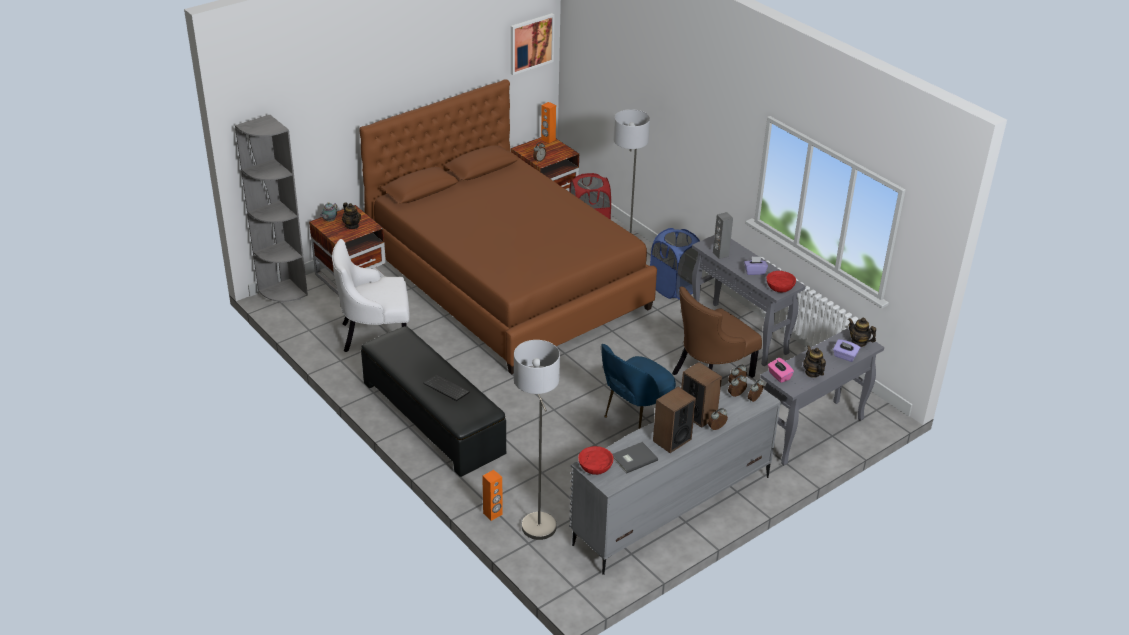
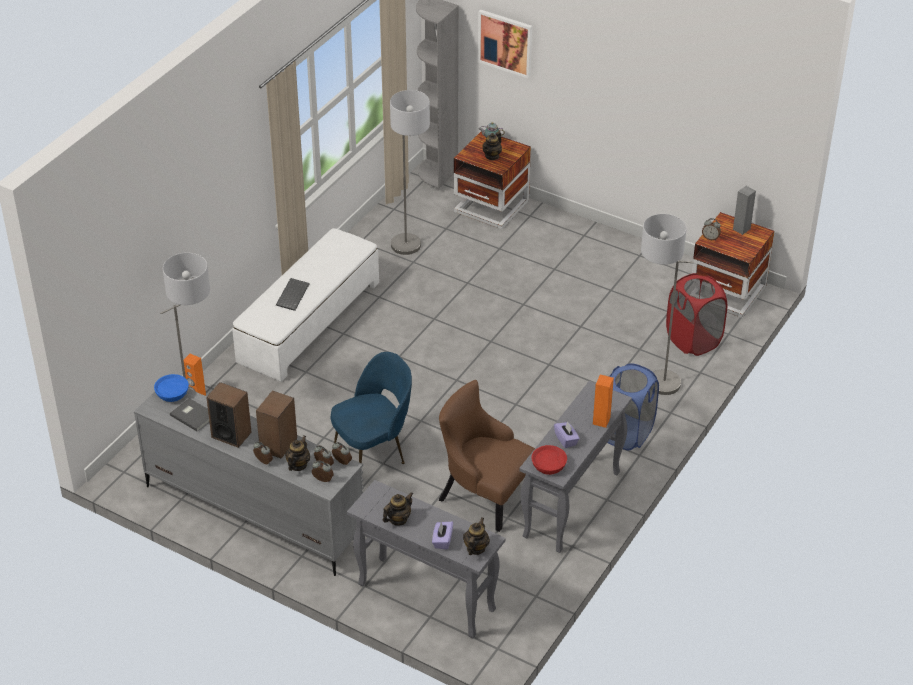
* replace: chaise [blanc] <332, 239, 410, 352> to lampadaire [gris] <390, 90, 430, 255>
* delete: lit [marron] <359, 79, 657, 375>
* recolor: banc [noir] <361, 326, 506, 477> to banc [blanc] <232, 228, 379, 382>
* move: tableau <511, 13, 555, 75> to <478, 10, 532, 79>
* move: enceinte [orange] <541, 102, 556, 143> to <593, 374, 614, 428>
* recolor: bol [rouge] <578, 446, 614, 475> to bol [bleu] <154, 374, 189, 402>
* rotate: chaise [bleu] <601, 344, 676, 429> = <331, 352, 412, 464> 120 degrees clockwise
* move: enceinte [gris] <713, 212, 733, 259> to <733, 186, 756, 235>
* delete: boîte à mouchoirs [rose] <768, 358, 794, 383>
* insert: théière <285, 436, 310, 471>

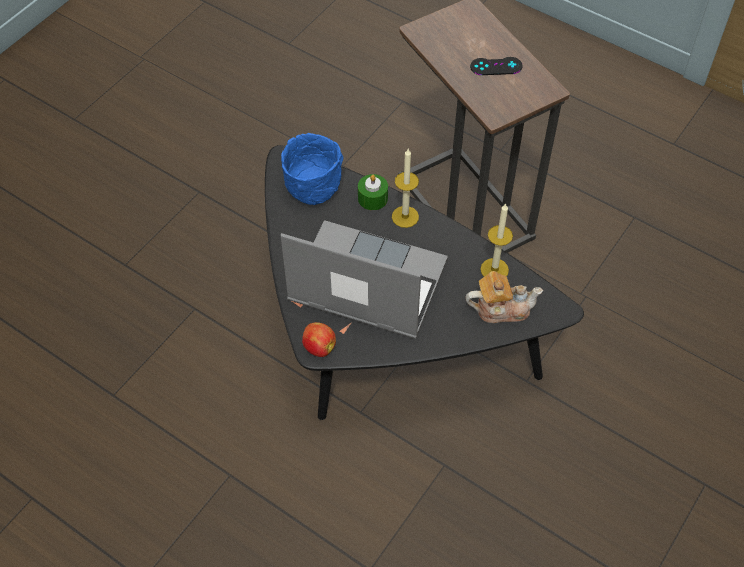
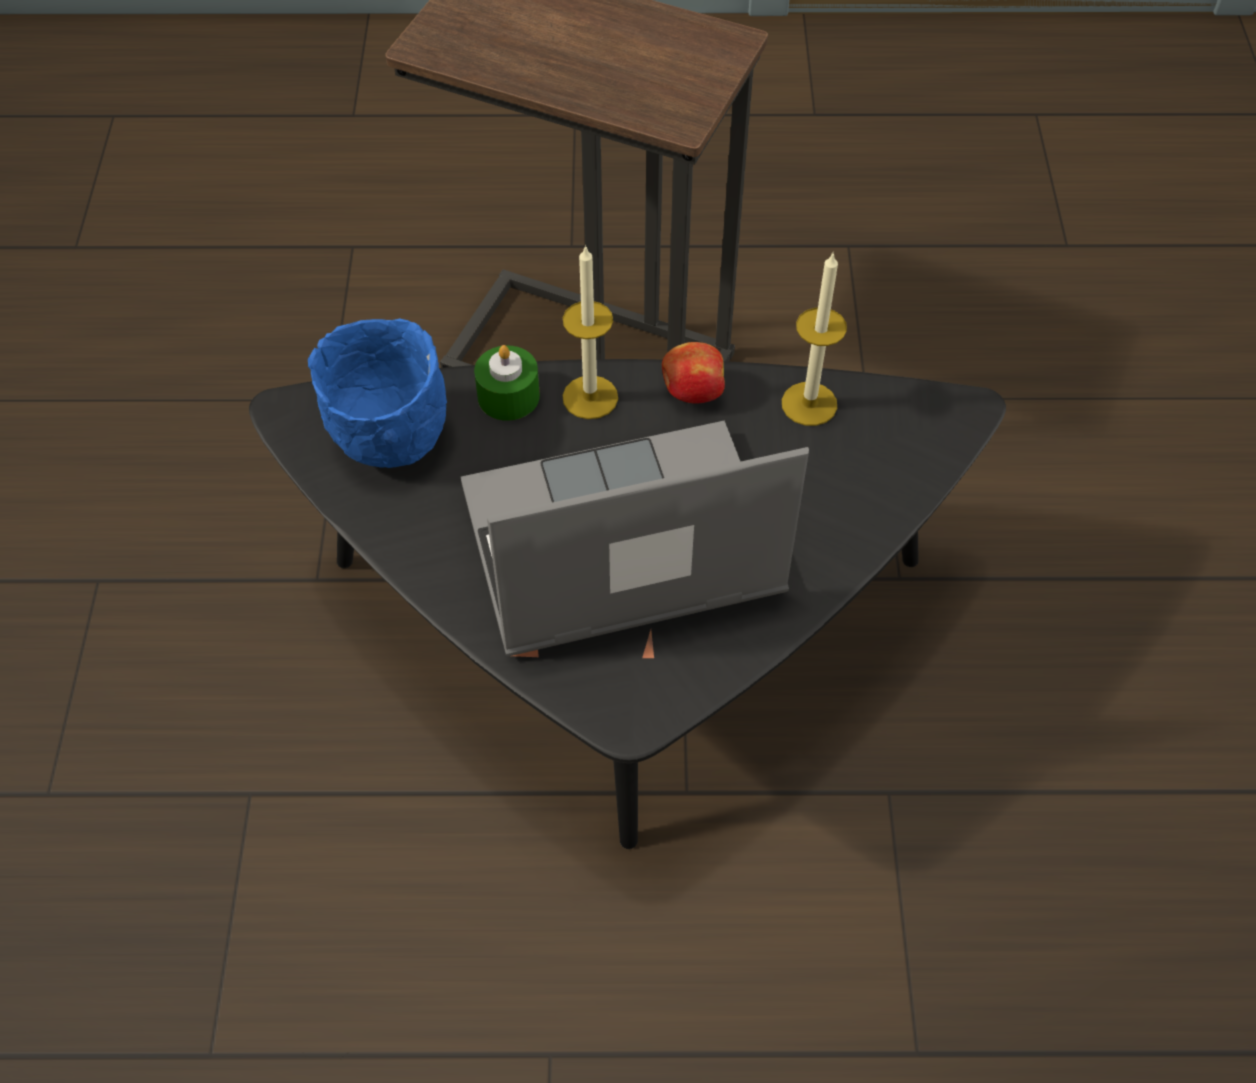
* move: pomme <302, 322, 336, 357> to <662, 342, 725, 404>
* delete: théière <466, 271, 543, 323>
* delete: manette [noir] <470, 57, 523, 75>

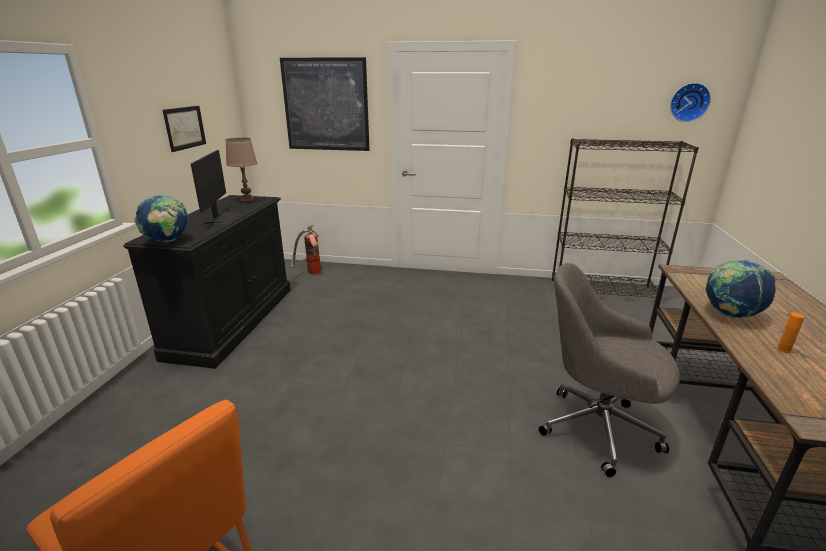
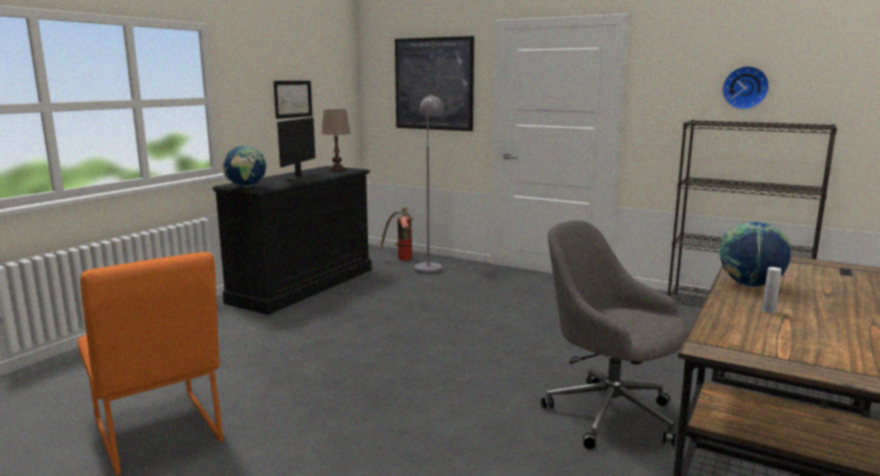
* move: horloge murale <670, 83, 711, 122> to <722, 66, 769, 110>
* recolor: bouteille [orange] <777, 313, 805, 353> to bouteille [blanc] <762, 267, 782, 314>
* insert: lampadaire [gris] <414, 94, 444, 274>

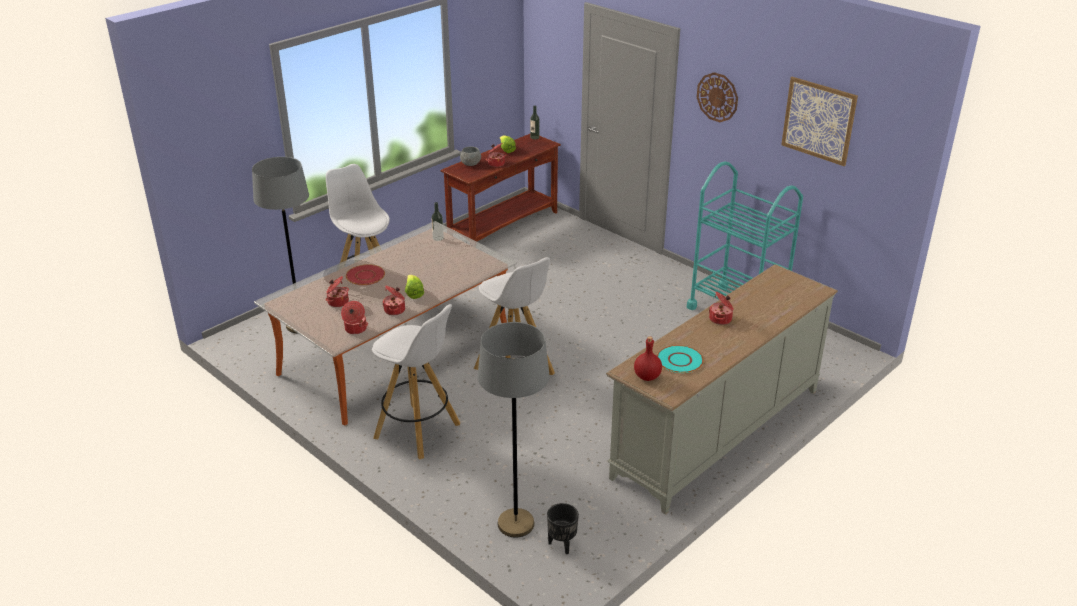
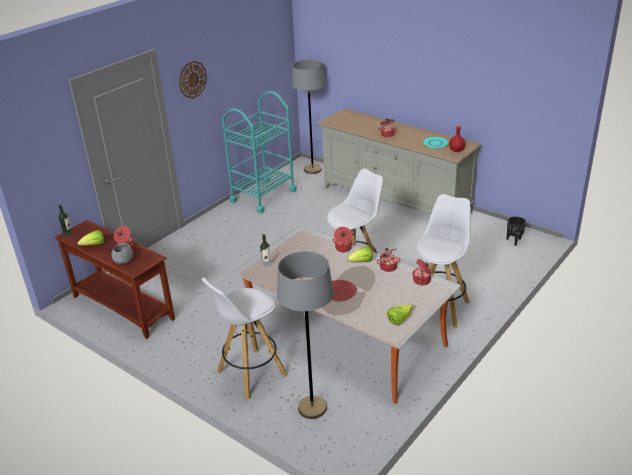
* move: marmite <326, 276, 349, 307> to <332, 227, 354, 252>
* move: lampadaire [gris] <478, 322, 550, 538> to <292, 59, 325, 174>
* delete: tableau <781, 77, 858, 166>
* insert: laitue <387, 304, 413, 325>

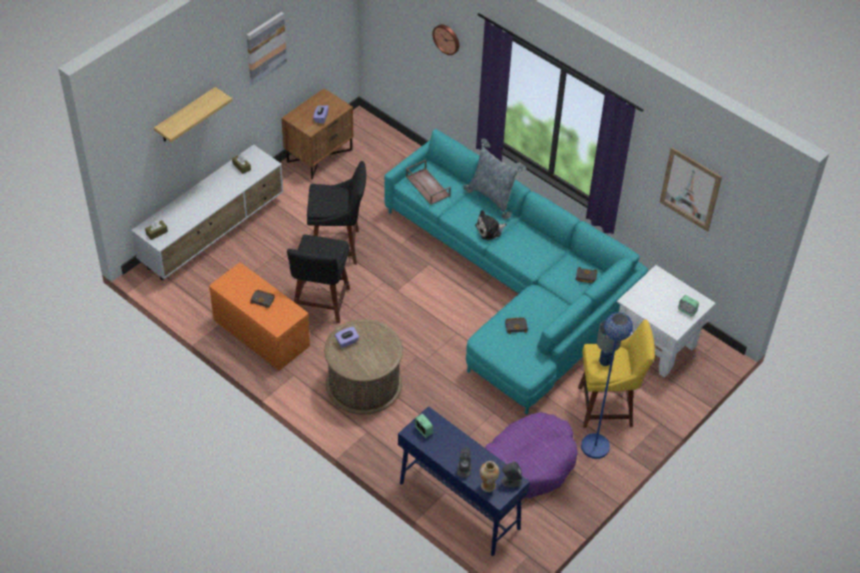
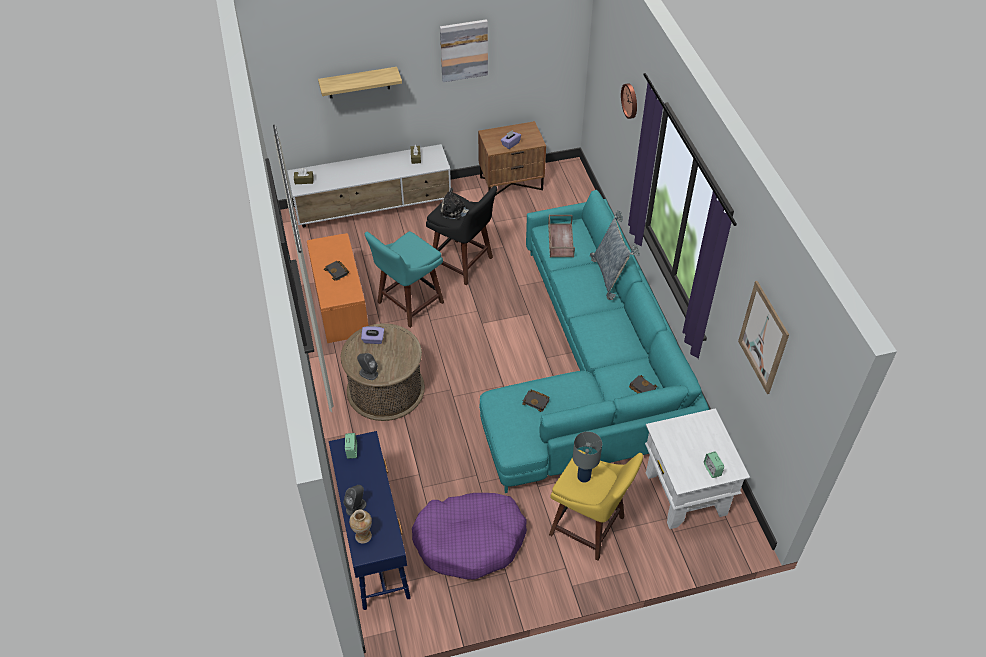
* recolor: tabouret [noir] <287, 235, 350, 323> to tabouret [turquoise] <365, 231, 444, 328>
* move: peluche <475, 210, 507, 240> to <440, 188, 469, 219>
* move: enceinte [gris] <502, 462, 522, 488> to <357, 353, 378, 380>
* delete: lampadaire [bleu] <581, 312, 633, 459>

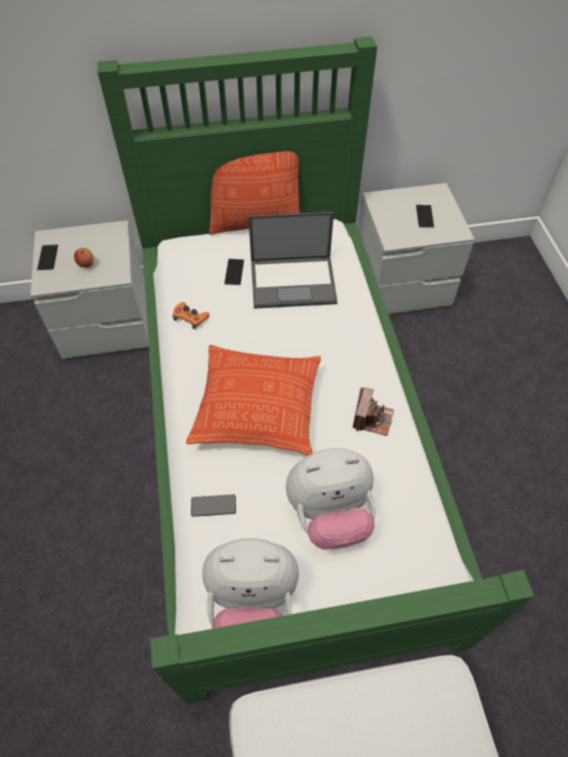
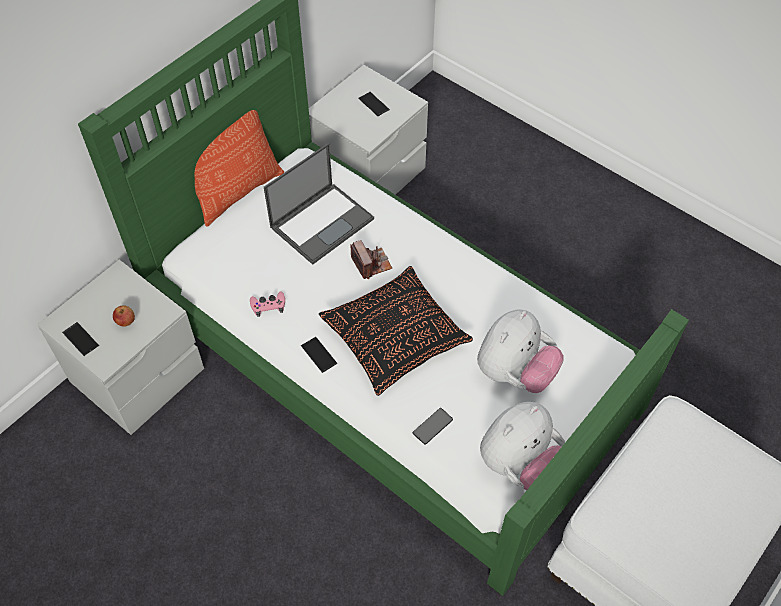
* recolor: manette [orange] <173, 302, 209, 329> to manette [rose] <250, 291, 285, 317>
* recolor: coussin [orange] <186, 345, 321, 456> to coussin [noir] <319, 266, 473, 396>
* move: téléphone <224, 259, 244, 285> to <301, 337, 337, 373>
* move: appareil photo <353, 387, 394, 436> to <351, 240, 392, 279>

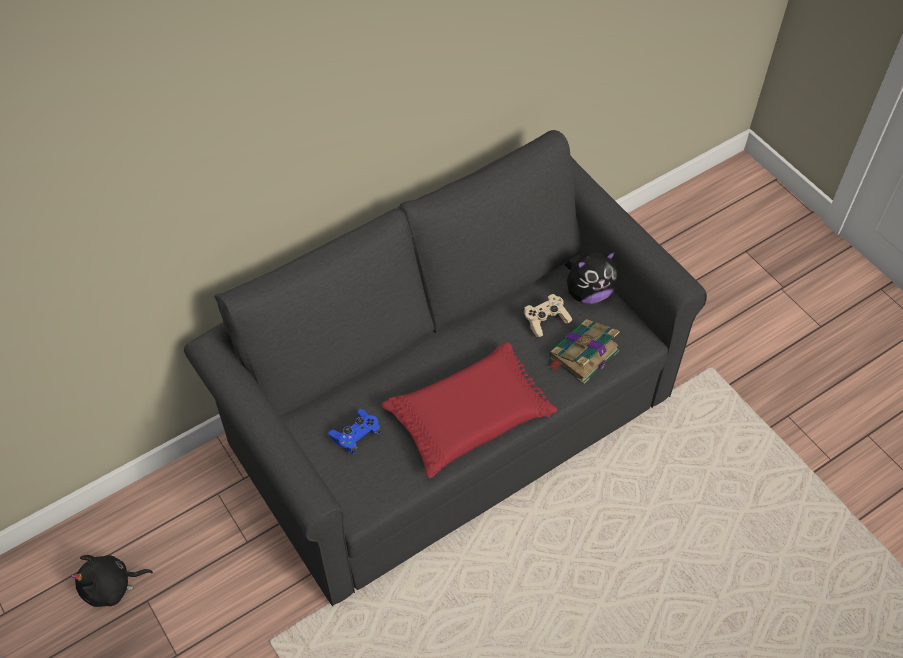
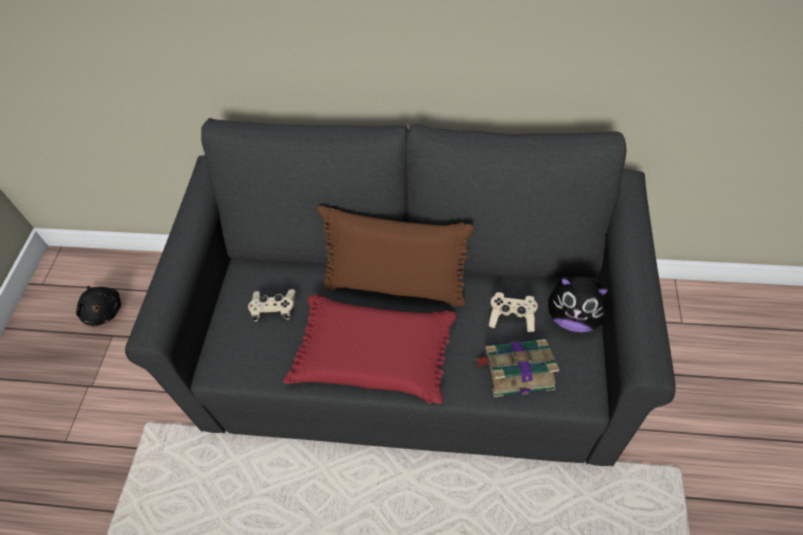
* rotate: peluche [noir] <71, 555, 153, 607> = <76, 286, 121, 326> 150 degrees counterclockwise
* recolor: manette [bleu] <328, 409, 381, 455> to manette [beige] <248, 289, 296, 321>
* insert: coussin [marron] <317, 205, 474, 308>

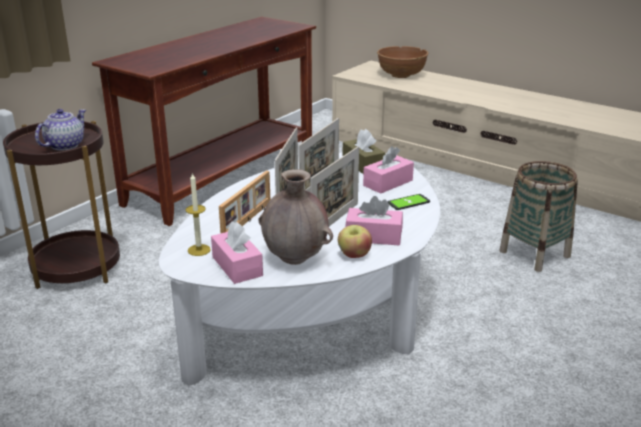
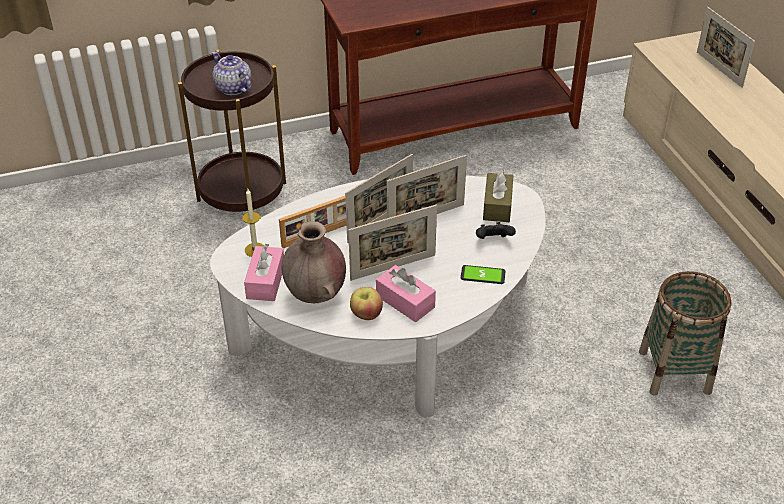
* rotate: théière <35, 109, 86, 150> = <212, 52, 251, 95> 105 degrees counterclockwise
* replace: boîte à mouchoirs [rose] <363, 146, 414, 194> to manette [noir] <476, 222, 516, 239>
* replace: bol [marron] <377, 46, 428, 78> to cadre photo <697, 7, 755, 88>

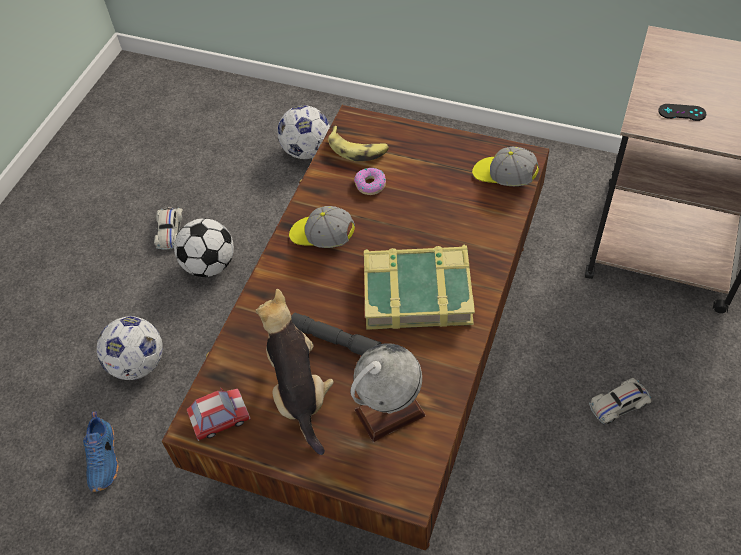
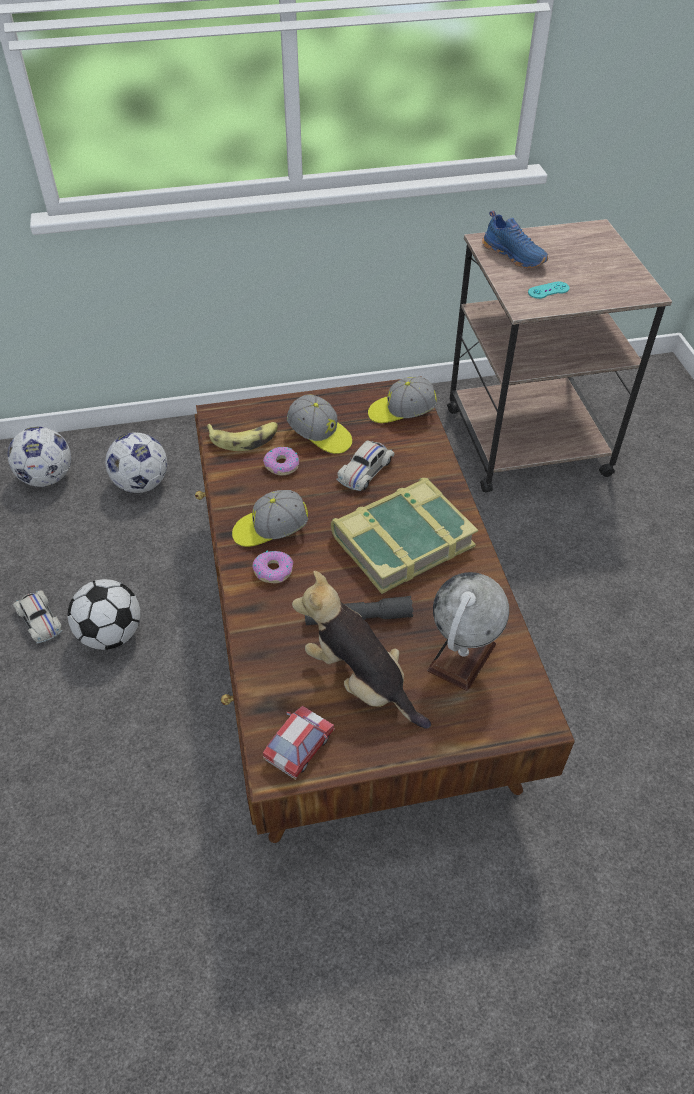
* move: chaussure [bleu] <83, 412, 119, 492> to <482, 210, 548, 268>
* move: ballon de foot <97, 316, 163, 380> to <7, 426, 71, 487>
* move: petite voiture [blanc] <589, 378, 652, 424> to <336, 441, 395, 491>
* recolor: manette [noir] <658, 104, 706, 121> to manette [turquoise] <528, 282, 570, 299>
* insert: beignet <252, 551, 293, 583>
* insert: casquette <287, 394, 352, 454>

